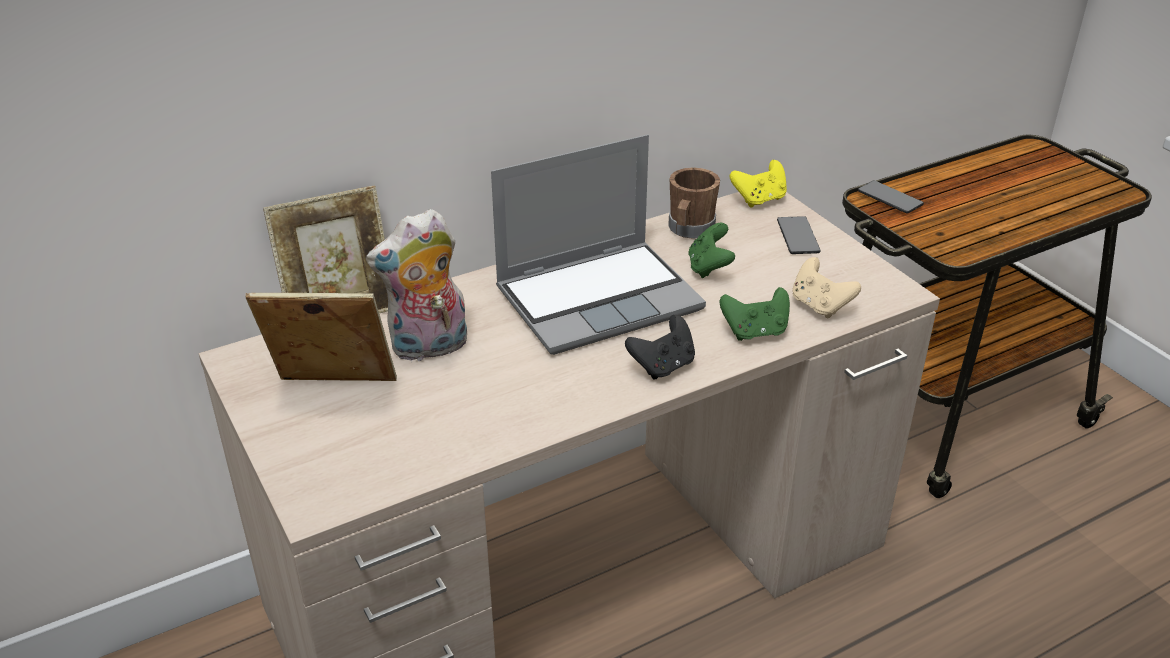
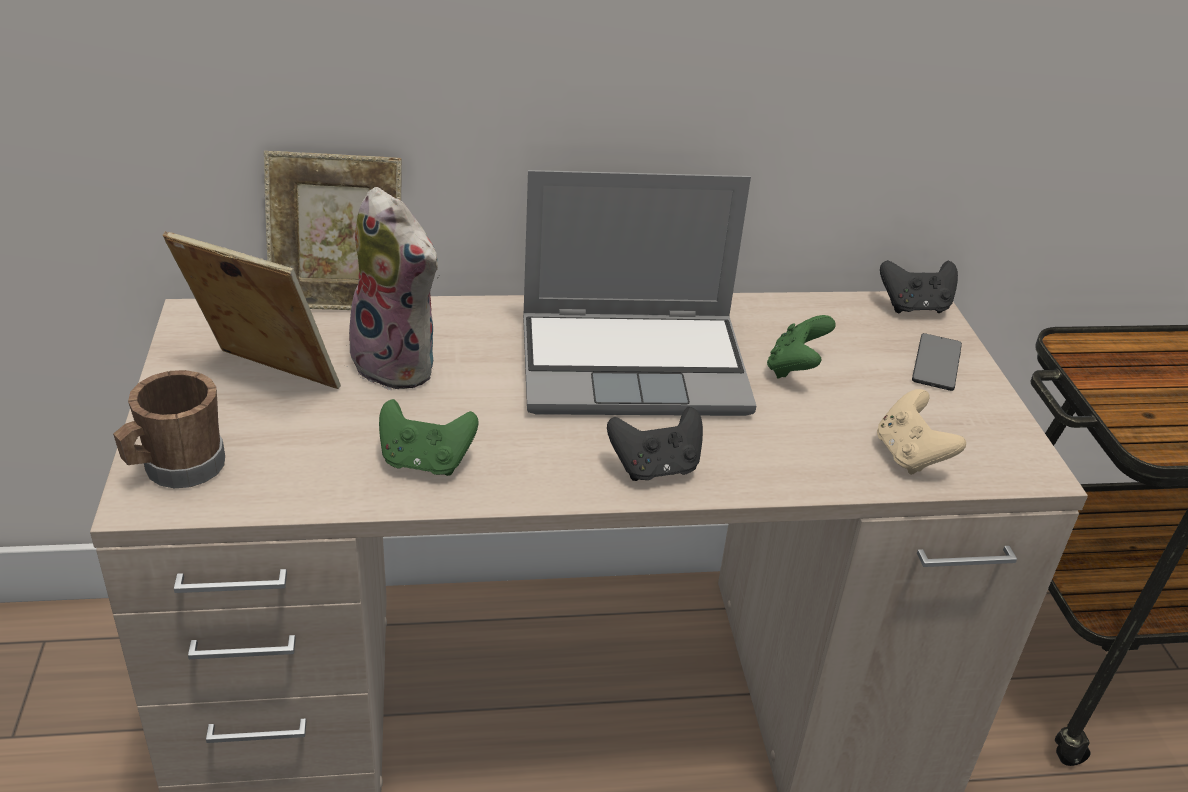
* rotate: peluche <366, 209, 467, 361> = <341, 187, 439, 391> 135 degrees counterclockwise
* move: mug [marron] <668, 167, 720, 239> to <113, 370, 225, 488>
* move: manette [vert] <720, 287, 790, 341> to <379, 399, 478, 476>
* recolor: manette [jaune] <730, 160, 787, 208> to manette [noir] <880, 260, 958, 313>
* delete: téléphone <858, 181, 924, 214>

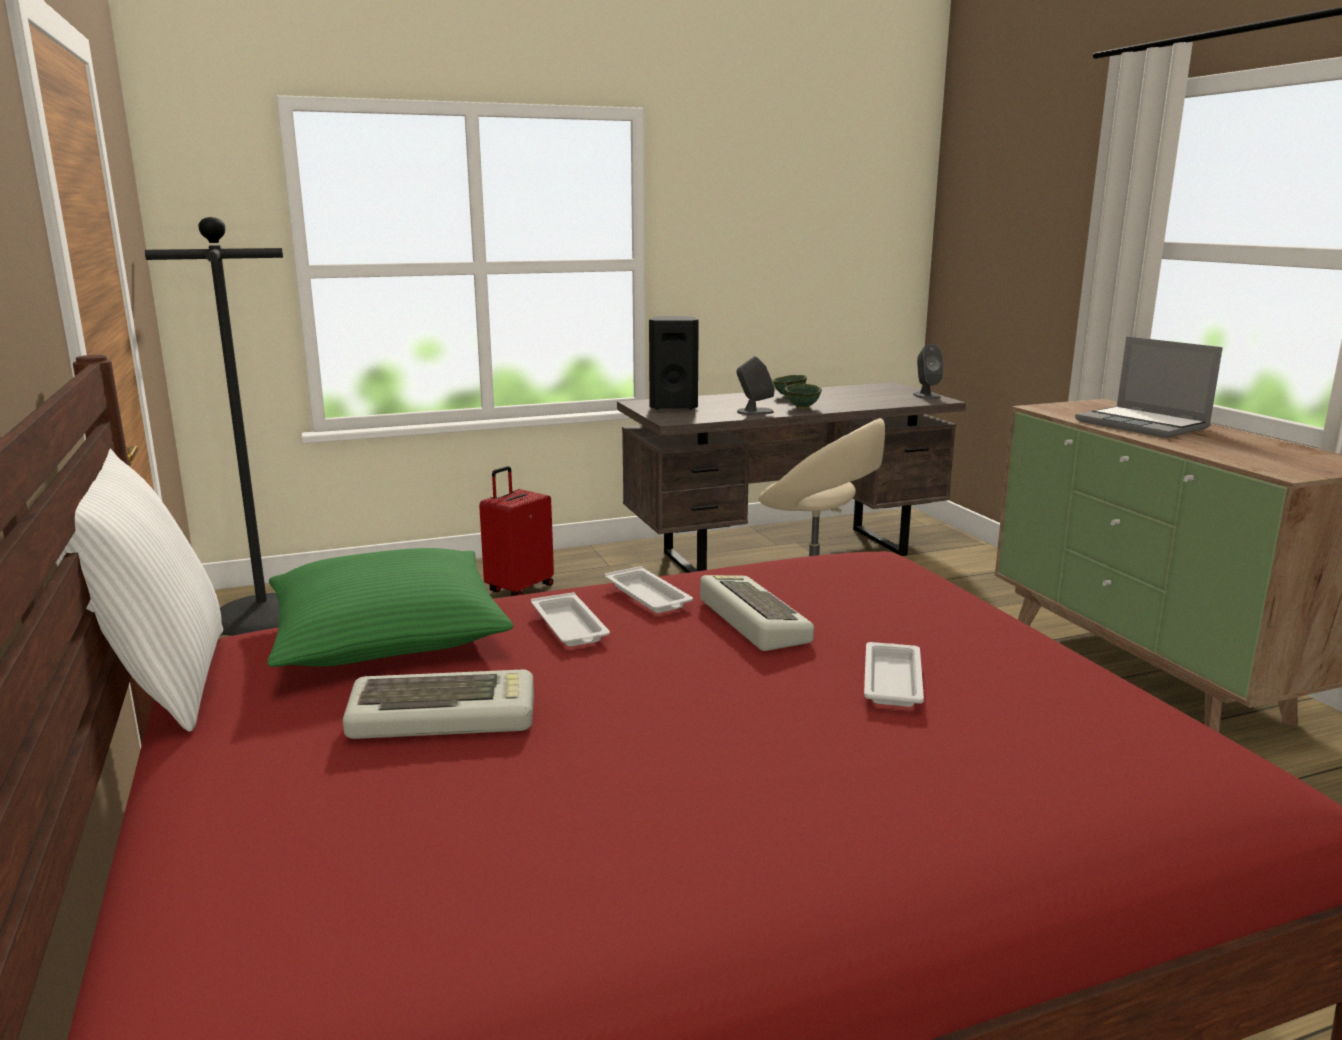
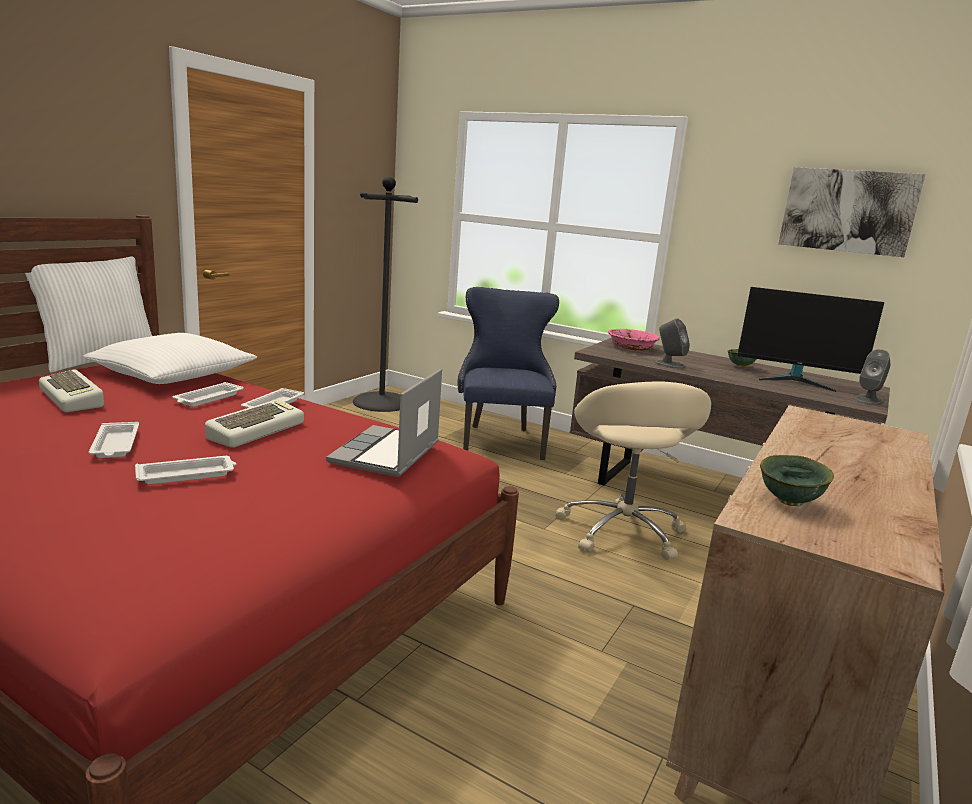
* recolor: coussin [vert] <267, 548, 513, 667> to coussin [blanc] <82, 333, 257, 384>
* replace: valise [rouge] <479, 466, 554, 596> to chaise [bleu] <458, 287, 559, 460>
* replace: enceinte [noir] <649, 316, 699, 410> to bol [rose] <608, 329, 660, 350>
* move: bol [vert] <785, 384, 822, 409> to <760, 455, 834, 506>
* move: ordinateur portable <1075, 336, 1223, 438> to <326, 369, 442, 477>
* insert: plateau [blanc] <89, 422, 139, 458>
* insert: écran d'ordinateur <737, 287, 884, 392>
* insert: tableau <778, 167, 926, 257>

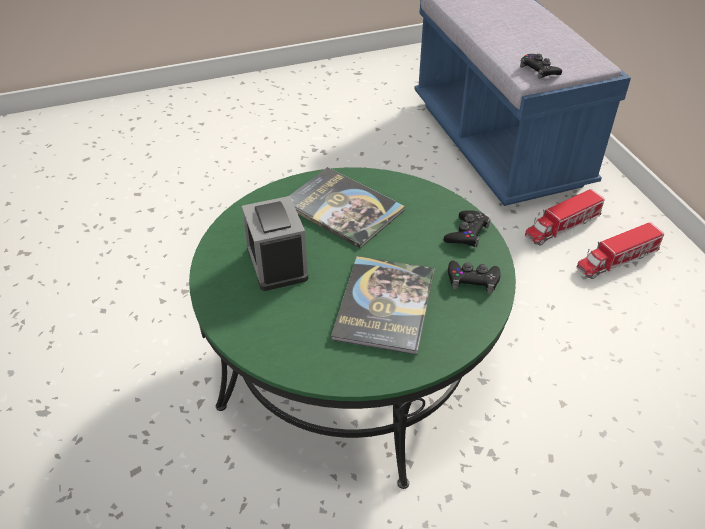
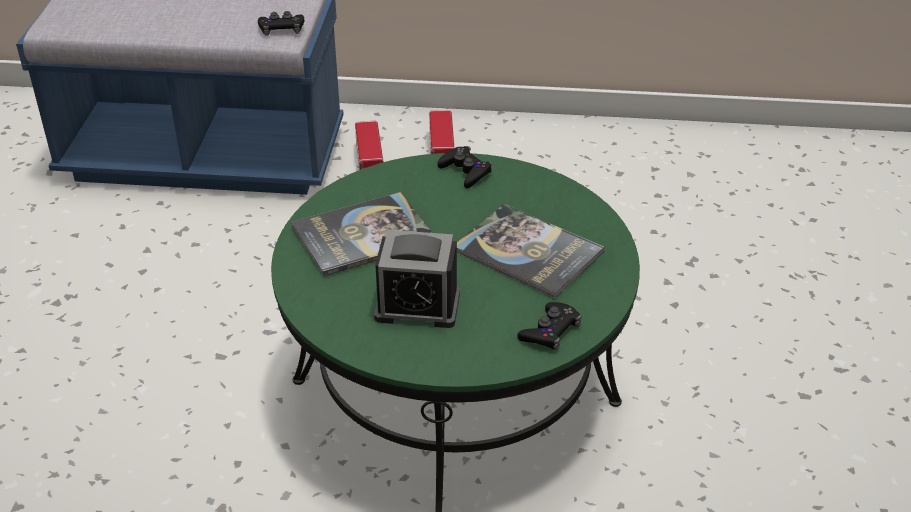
* move: manette [noir] <448, 261, 501, 294> to <517, 302, 582, 351>

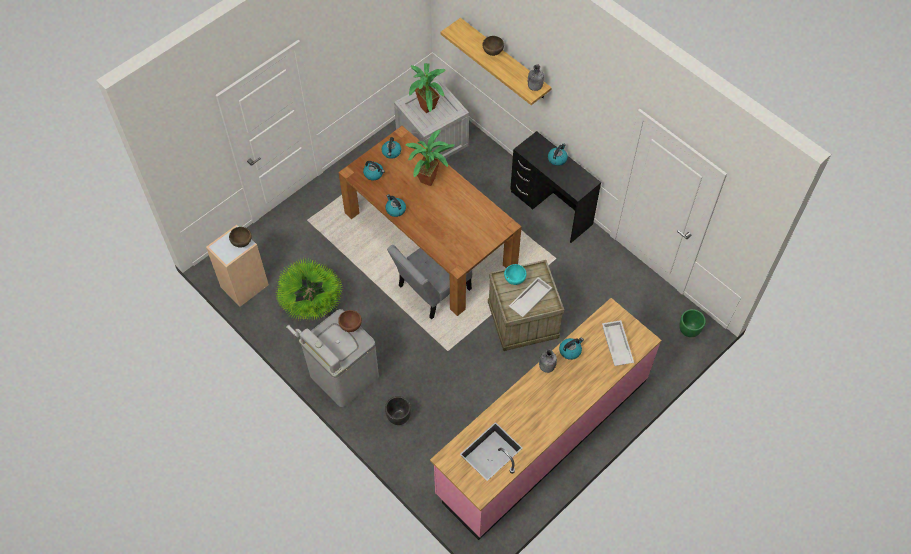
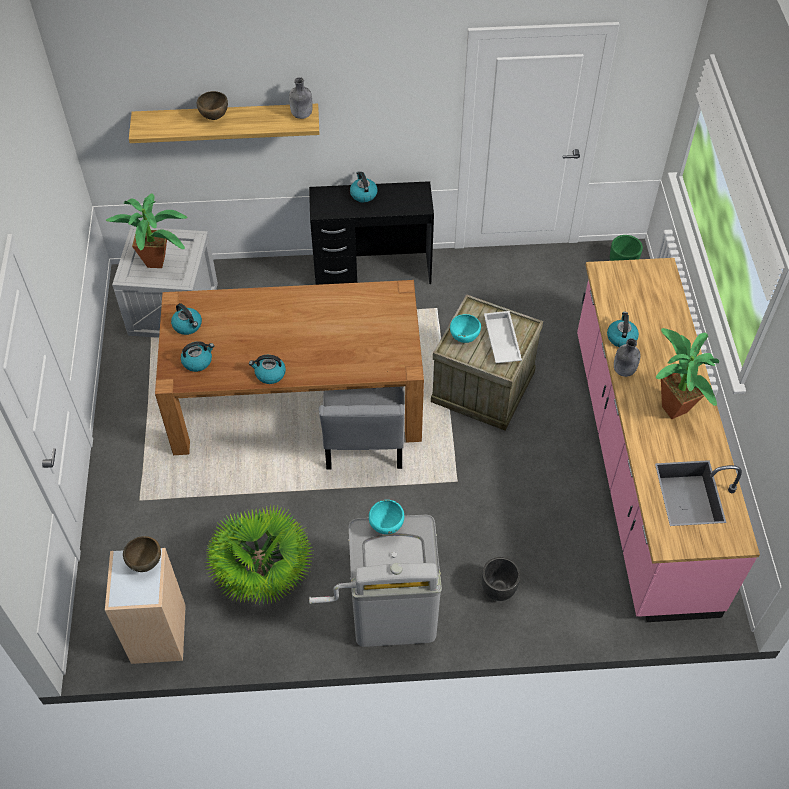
* recolor: bol [marron] <338, 310, 362, 332> to bol [turquoise] <369, 500, 404, 534>
* move: plante en pot <405, 129, 455, 186> to <656, 328, 719, 419>
* delete: plateau [blanc] <602, 320, 634, 366>

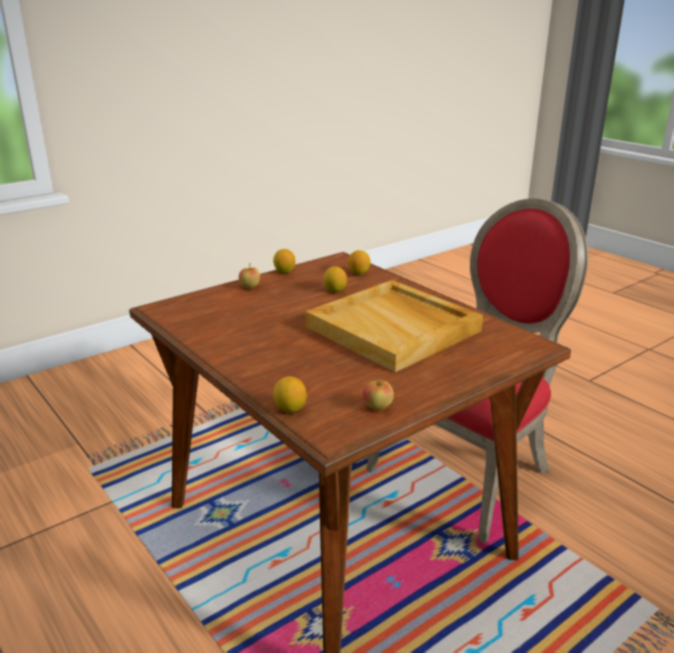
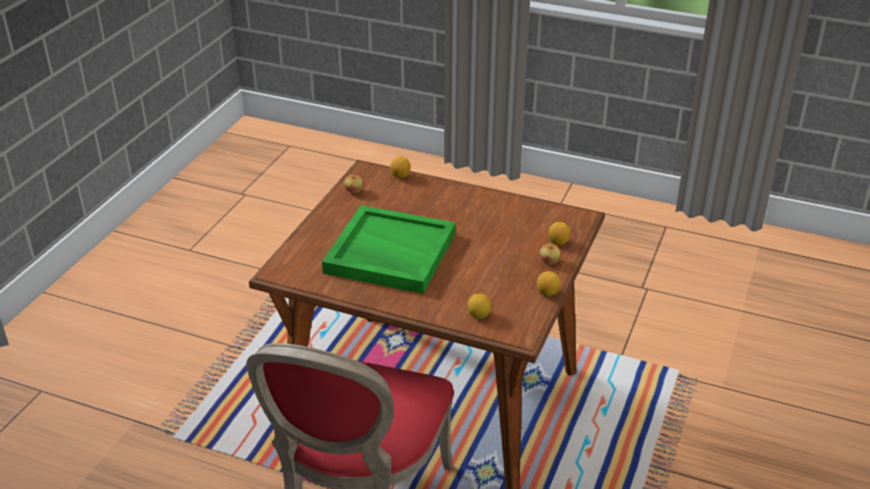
* recolor: plateau [beige] <305, 280, 483, 372> to plateau [vert] <322, 205, 455, 294>
* move: citron <323, 266, 347, 292> to <548, 222, 570, 245>

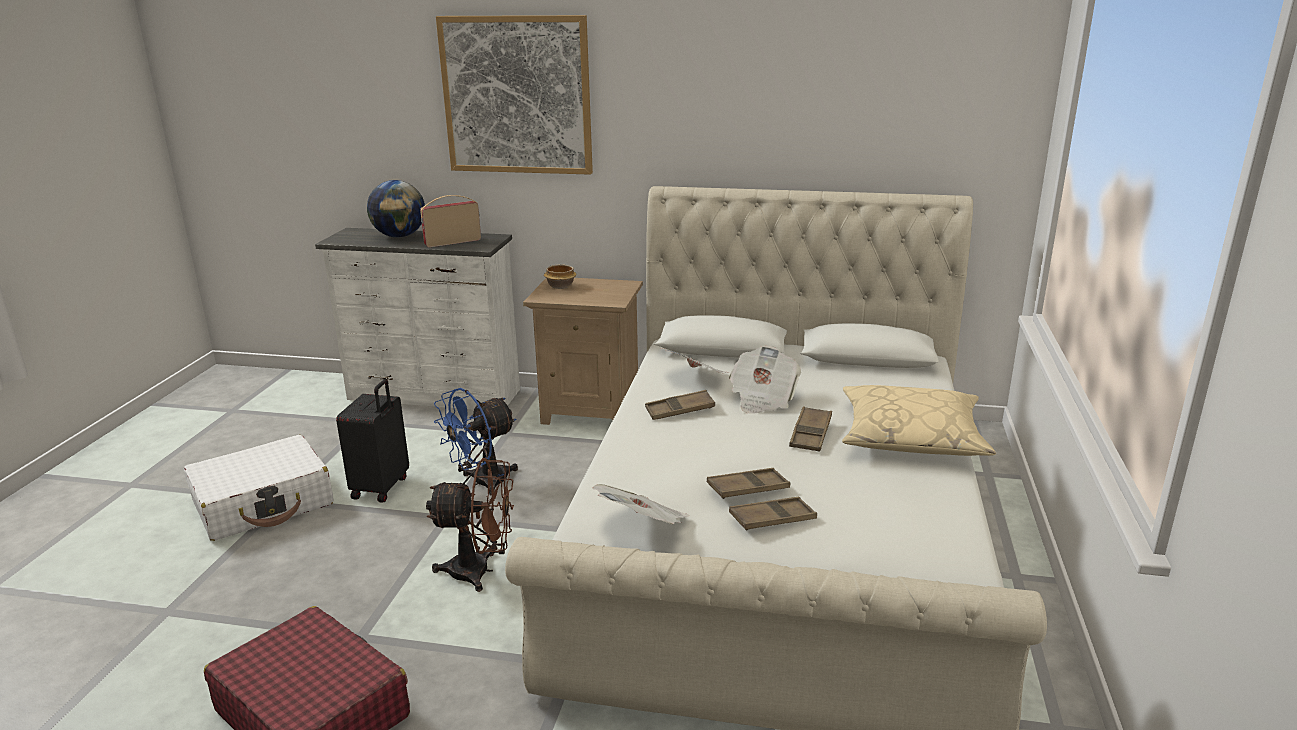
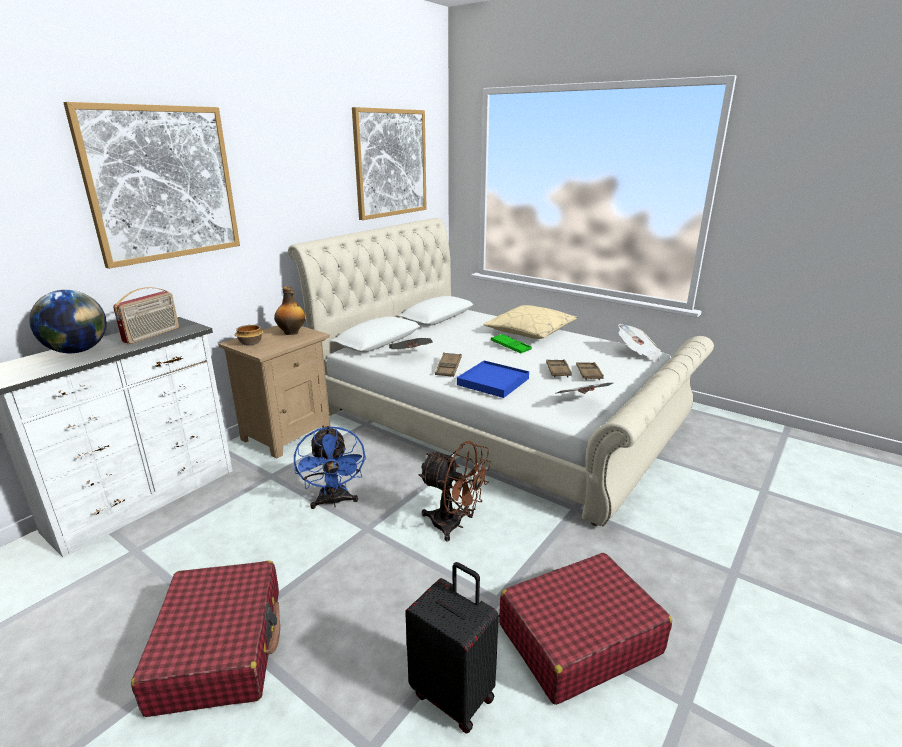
* recolor: valise [blanc] <184, 435, 334, 541> to valise [rouge] <131, 561, 280, 717>
* move: valise [noir] <336, 379, 409, 503> to <405, 562, 499, 734>
* rotate: radio <420, 195, 481, 248> = <113, 287, 179, 344> 150 degrees counterclockwise
* rotate: ventilateur [marron] <426, 458, 514, 592> = <418, 441, 492, 541> 90 degrees clockwise
* move: journal <729, 346, 801, 414> to <618, 324, 661, 362>
* recolor: plateau [marron] <789, 406, 832, 452> to plateau [vert] <491, 334, 532, 353>
* insert: bouteille <274, 286, 305, 335>
* insert: tableau <352, 107, 427, 220>
* insert: plateau [bleu] <457, 360, 529, 398>

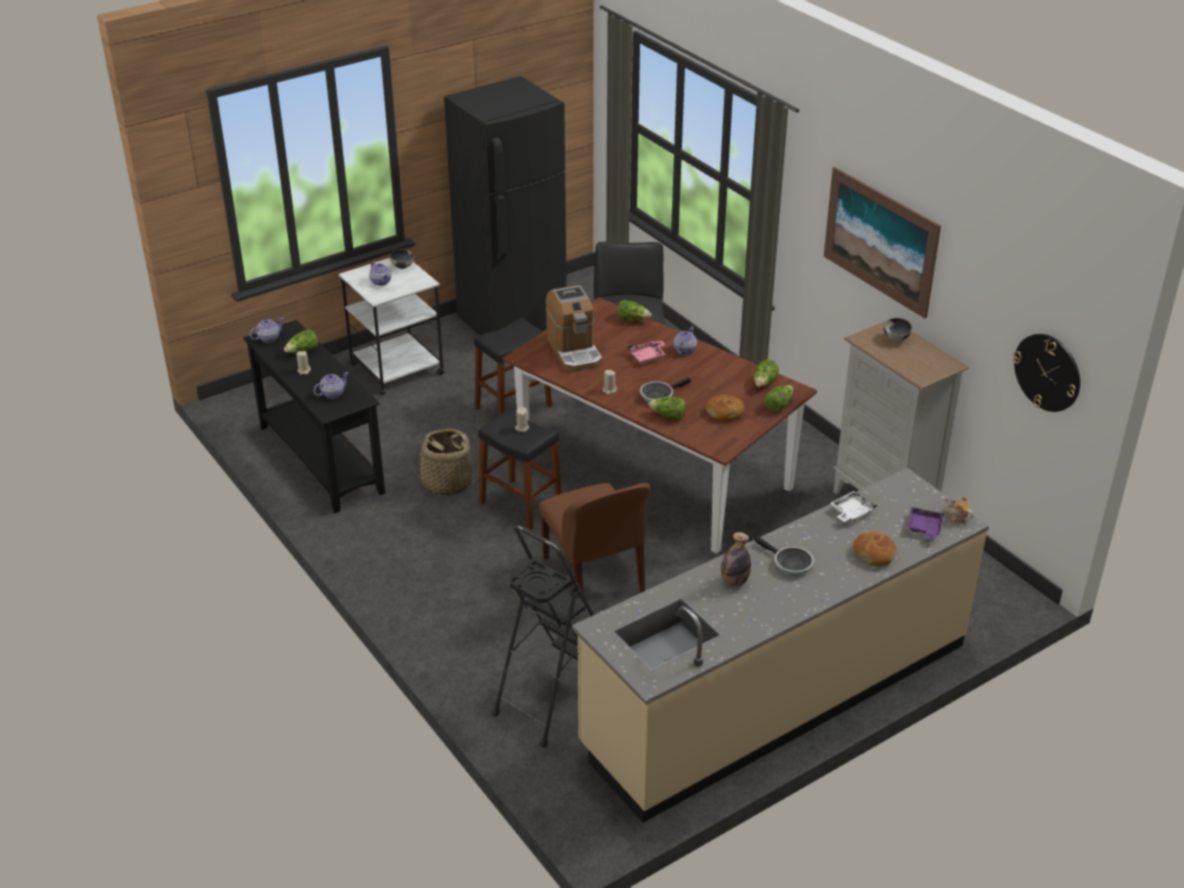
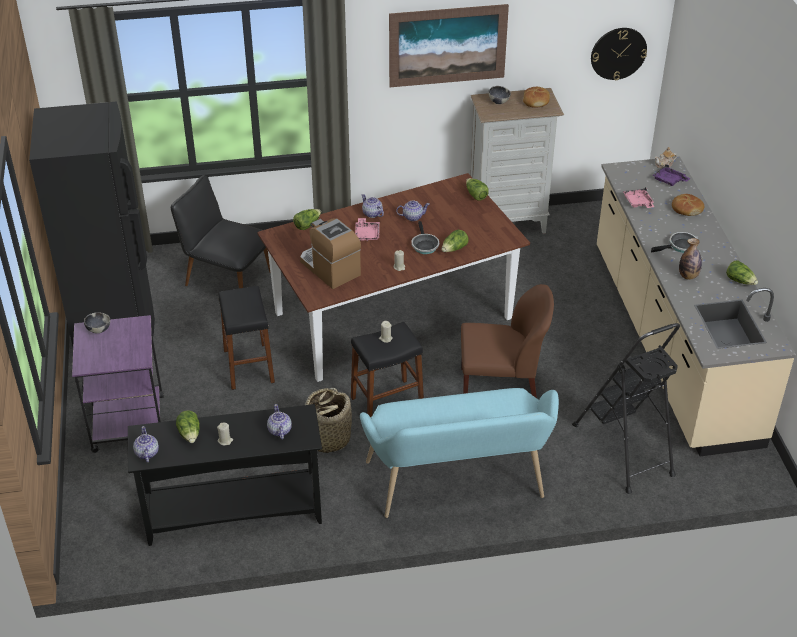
* recolor: chariot [blanc] <339, 258, 444, 395> to chariot [violet] <72, 315, 164, 453>
* move: théière <369, 261, 391, 286> to <396, 201, 430, 221>
* rotate: machine à café <546, 285, 602, 372> = <300, 219, 361, 289> 135 degrees counterclockwise
* move: pain <706, 395, 744, 421> to <523, 87, 550, 108>
* move: laitue <753, 359, 779, 387> to <726, 260, 758, 285>
* recolor: plateau [blanc] <830, 491, 877, 522> to plateau [rose] <623, 187, 654, 208>
* insert: banc [turquoise] <360, 388, 559, 518>

